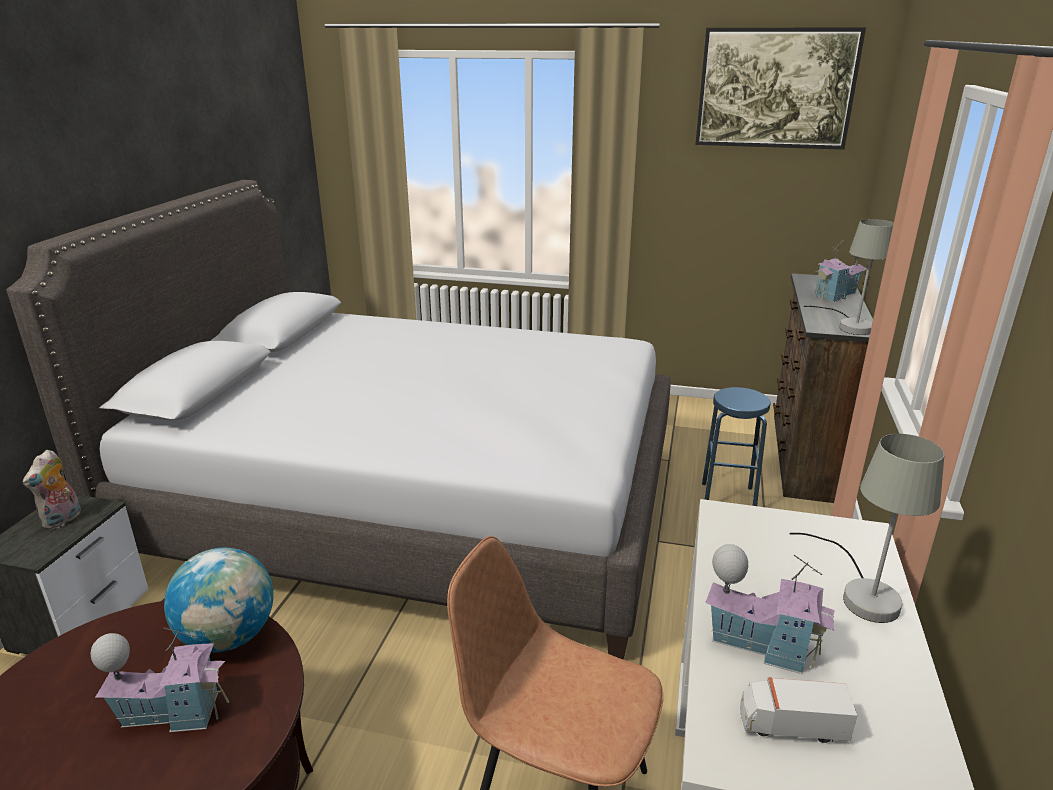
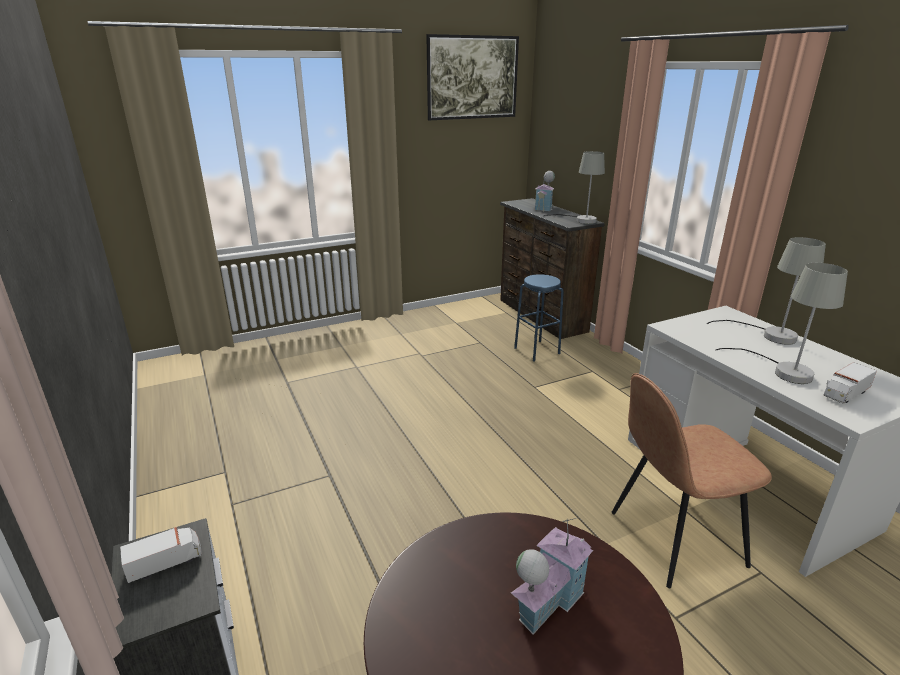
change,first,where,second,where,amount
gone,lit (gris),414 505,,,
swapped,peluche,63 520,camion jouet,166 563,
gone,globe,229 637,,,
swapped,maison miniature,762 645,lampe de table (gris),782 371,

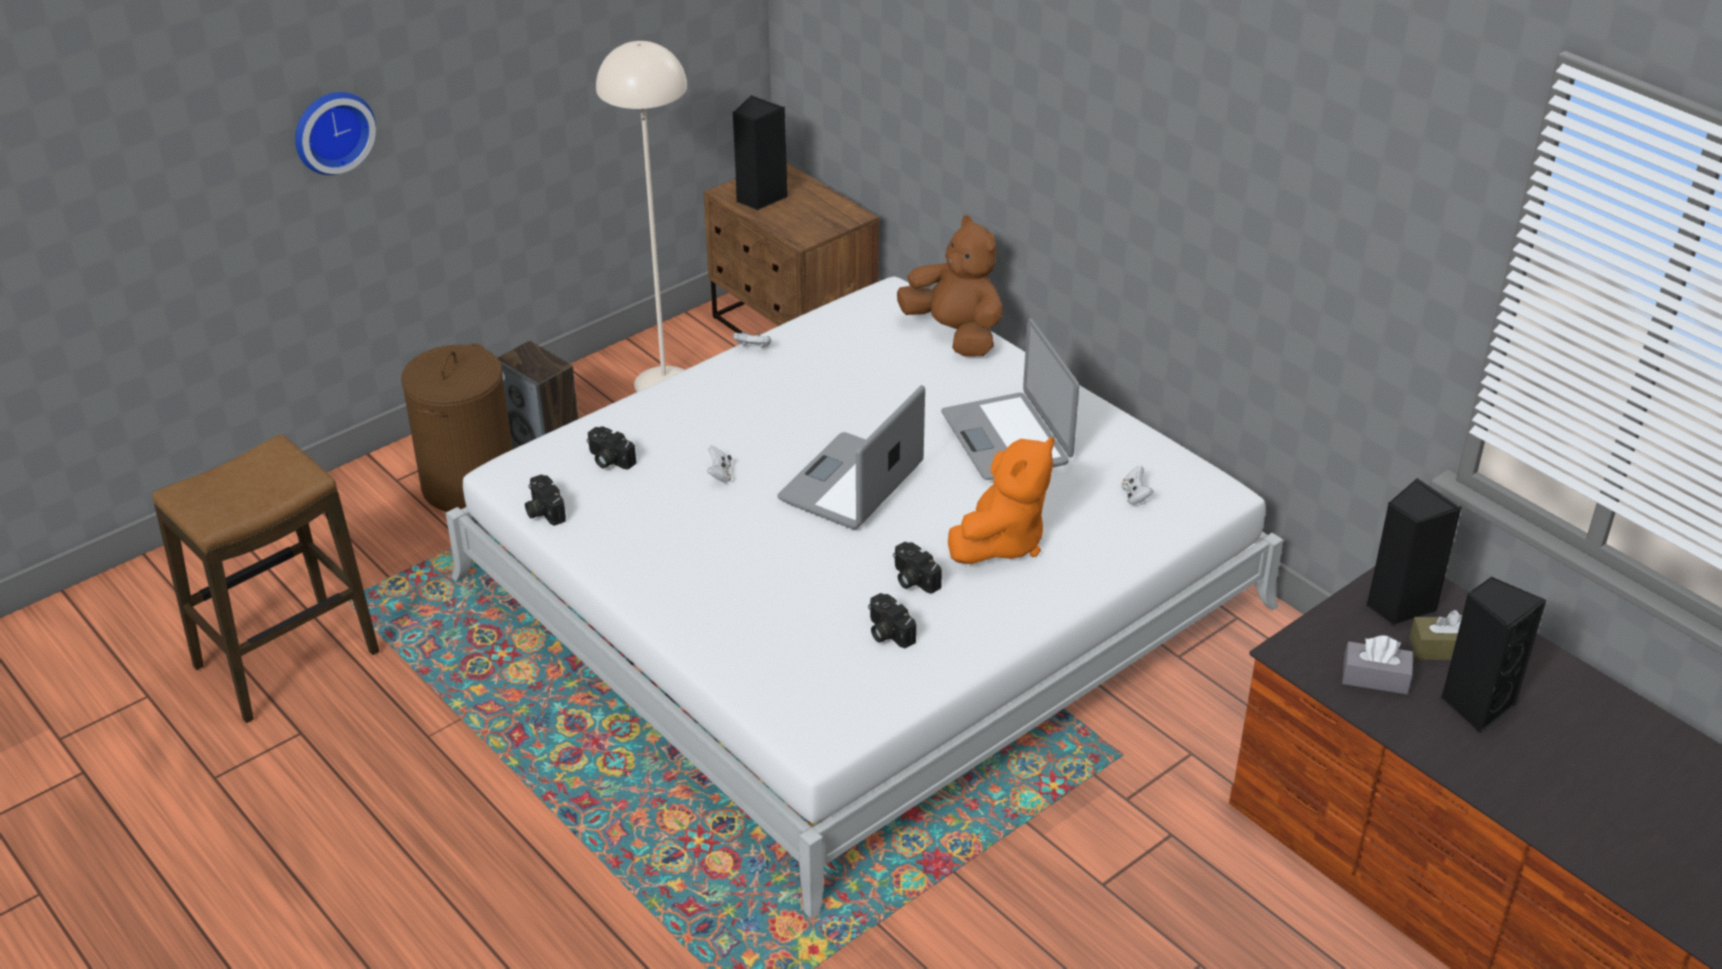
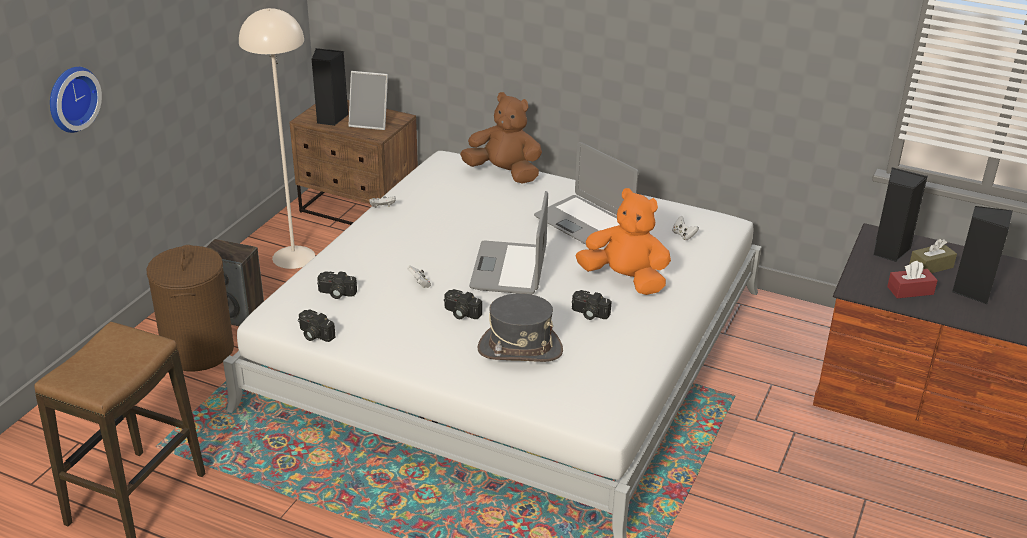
change,first,where,second,where,amount
shifted,appareil photo,887 632,,460 313,
rotated,peluche (orange),1001 542,,625 279,75 degrees counterclockwise
repainted,boîte à mouchoirs (gris),1375 678,boîte à mouchoirs (rouge),910 290,
new,,,cadre photo,370 123,
new,,,chapeau (gris),520 349,

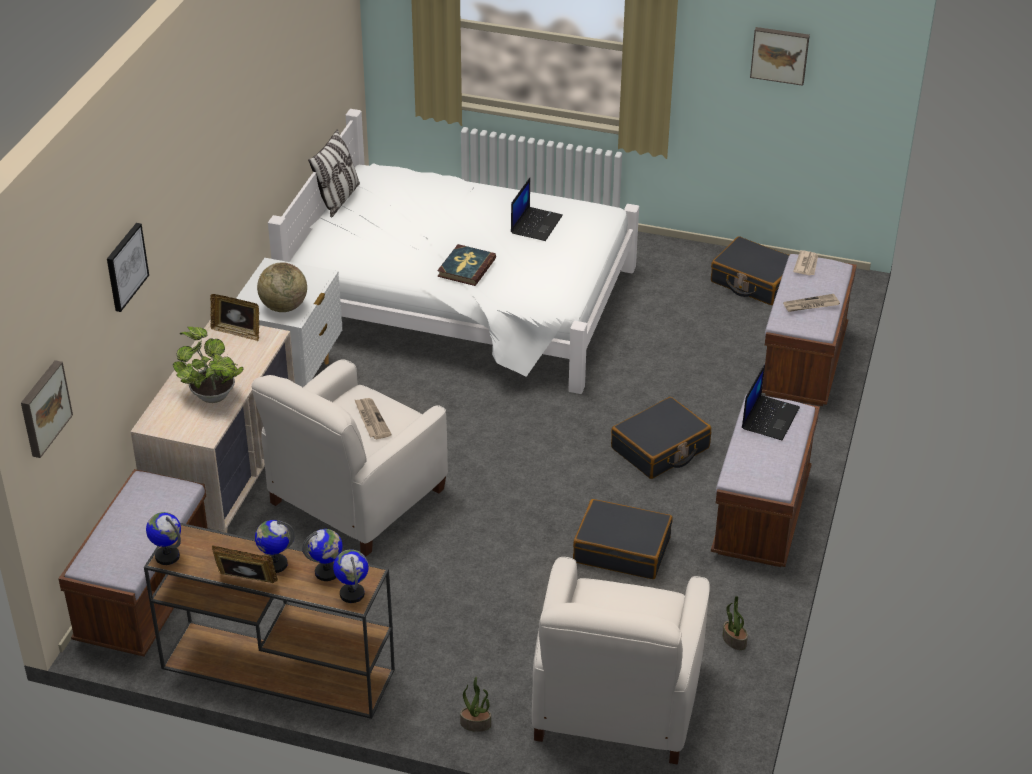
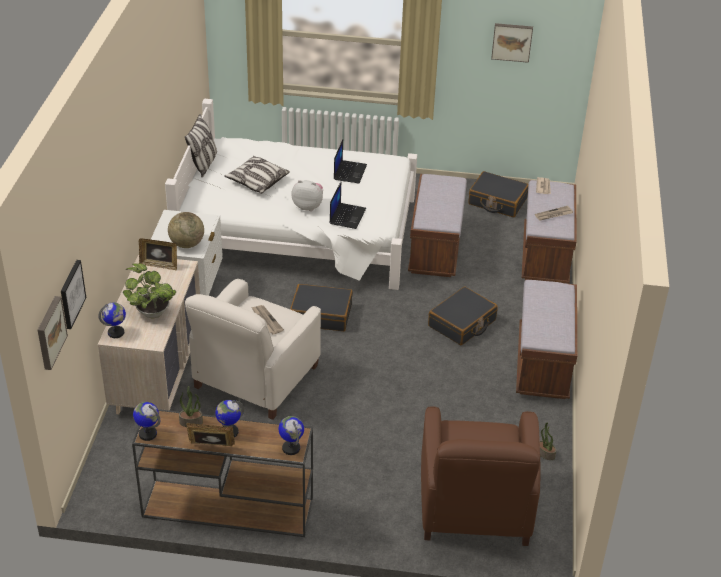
change,first,where,second,where,amount
shifted,banc (marron),145 598,,435 249,
shifted,tableau,125 266,,71 294,
shifted,globe,327 572,,116 333,
swapped,livre,466 267,peluche,308 206,
shifted,plante en pot,476 723,,191 422,
repainted,fauteuil (blanc),616 702,fauteuil (marron),475 506,
shifted,valise (noir),622 549,,321 315,
shifted,ordinateur portable,769 417,,347 216,
new,,,coussin,257 182,

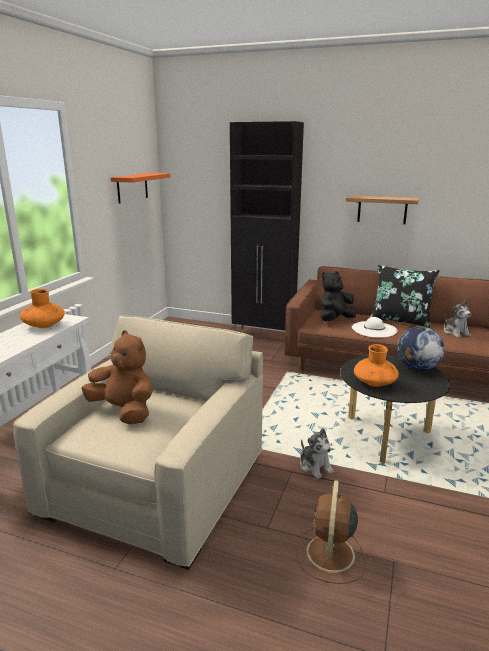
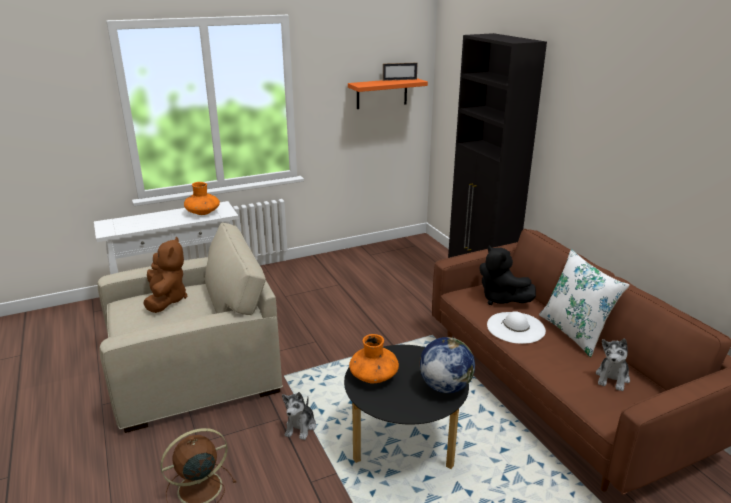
change,first,where,second,where,amount
rotated,peluche (noir),335 320,,500 299,135 degrees counterclockwise
gone,étagère,382 209,,,
repainted,coussin (noir),400 320,coussin (blanc),574 332,
new,,,cadre photo,399 79,

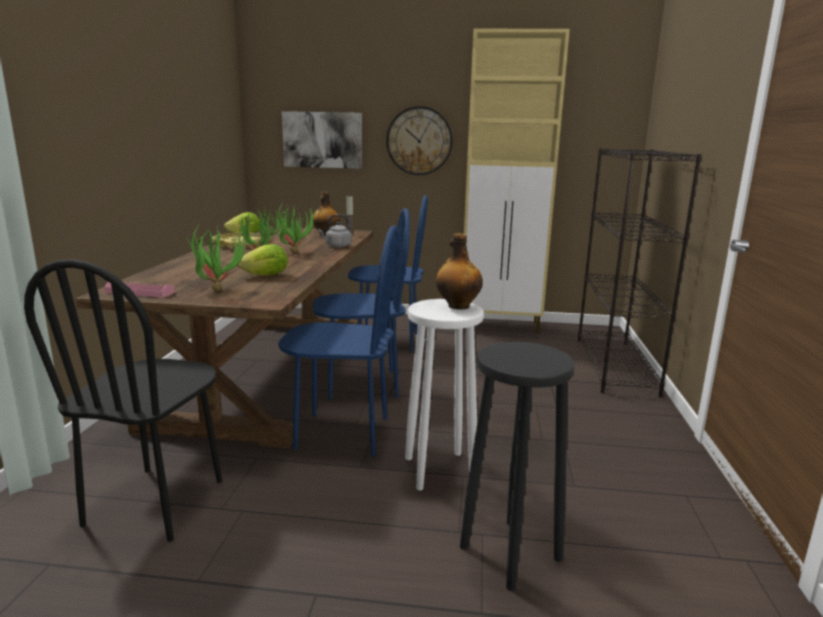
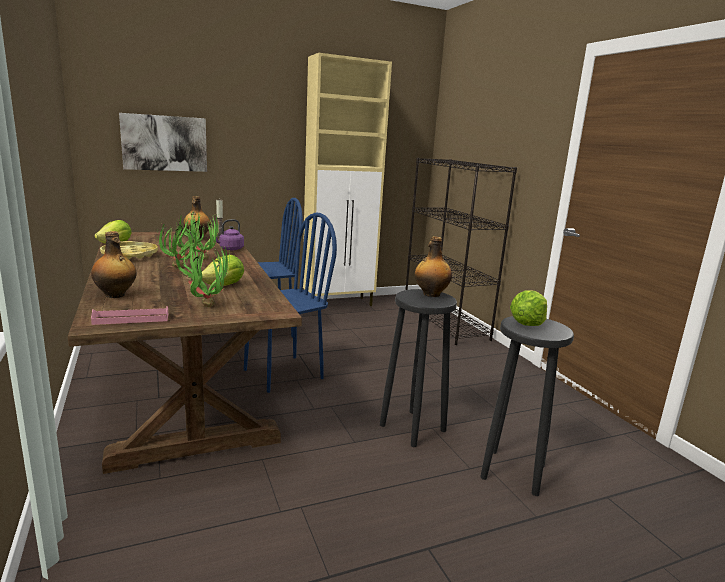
change,first,where,second,where,amount
gone,chaise (noir),156 502,,,
gone,chaise (bleu),342 433,,,
repainted,bouilloire (gris),336 246,bouilloire (violet),230 249,
gone,horloge murale,419 141,,,
repainted,tabouret (blanc),440 470,tabouret (noir),413 428,
new,,,bouteille,115 295,
new,,,laitue,527 323,

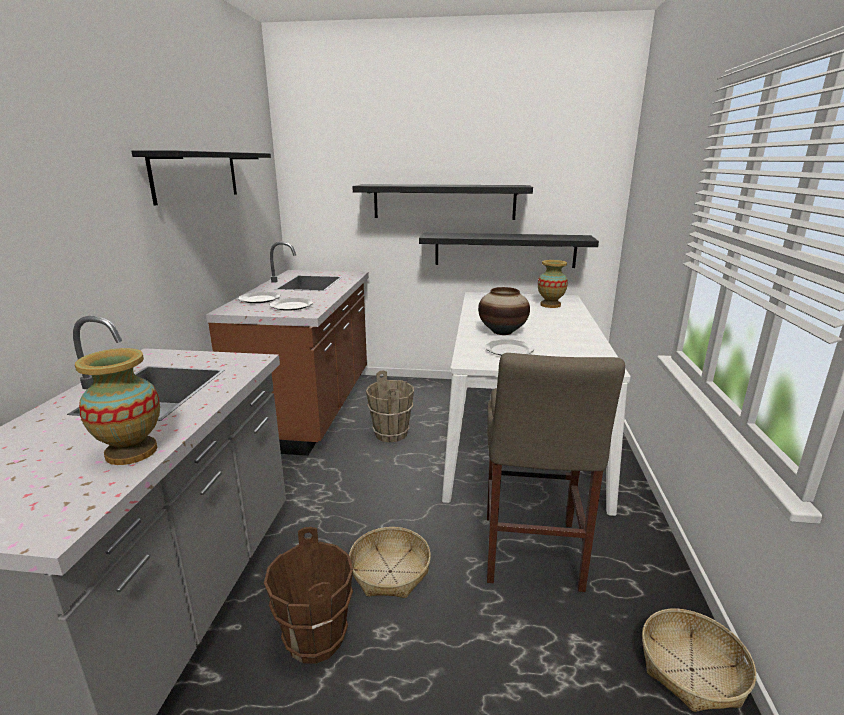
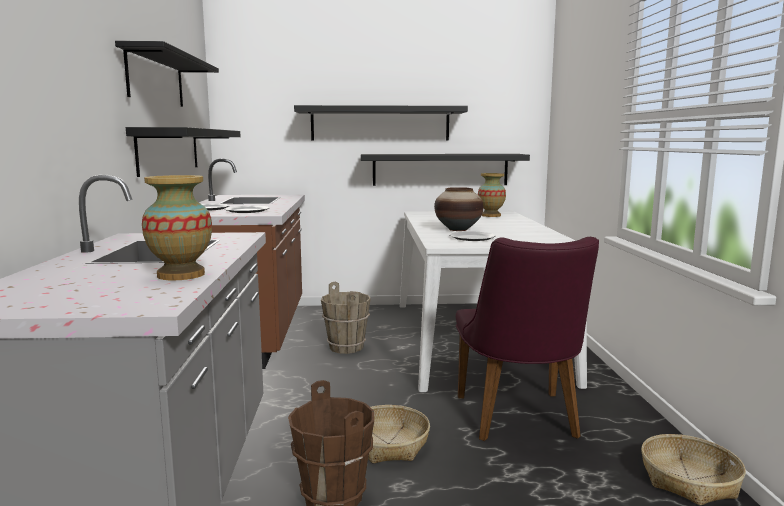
change,first,where,second,where,amount
swapped,tabouret (beige),531 555,chaise (violet),520 421,
new,,,étagère (noir),169 150,

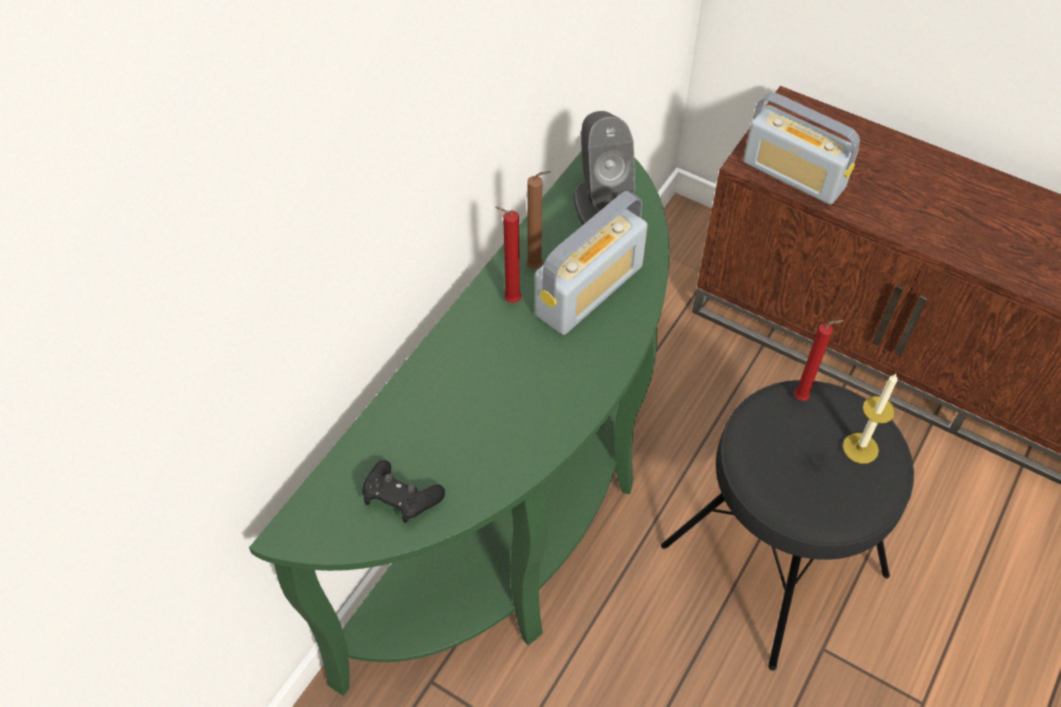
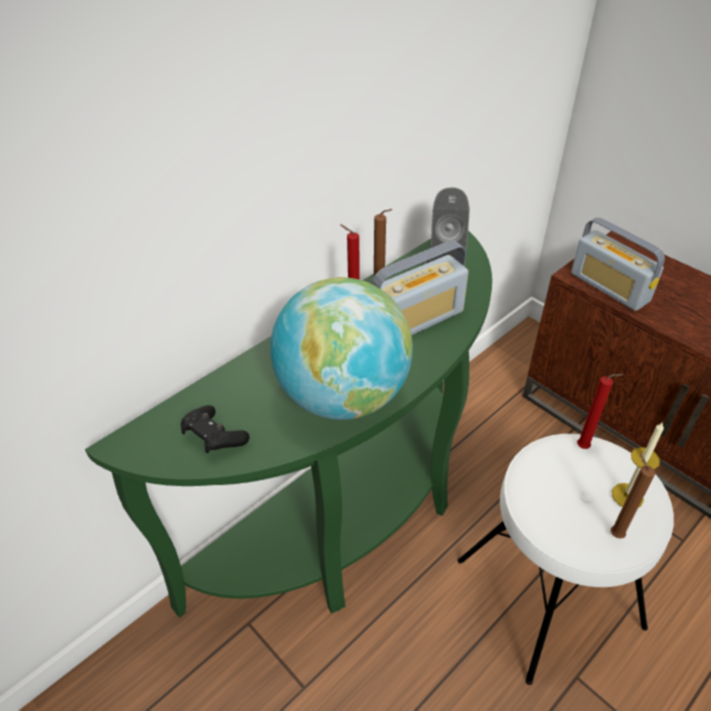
change,first,where,second,where,amount
repainted,tabouret (noir),773 560,tabouret (blanc),548 592,
new,,,globe,343 396,
new,,,bougie (marron),614 533,

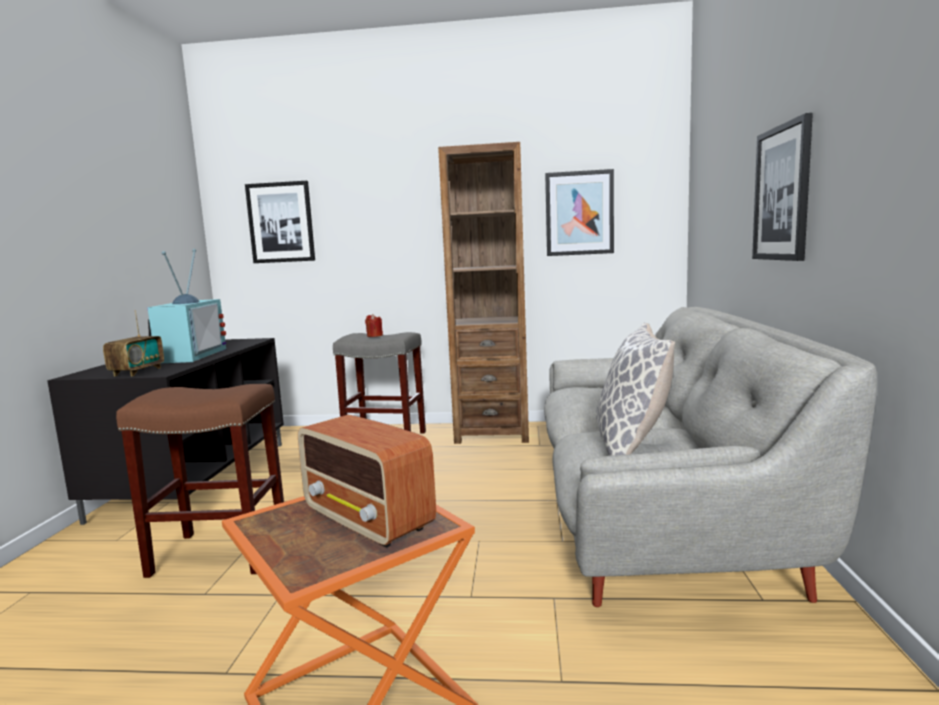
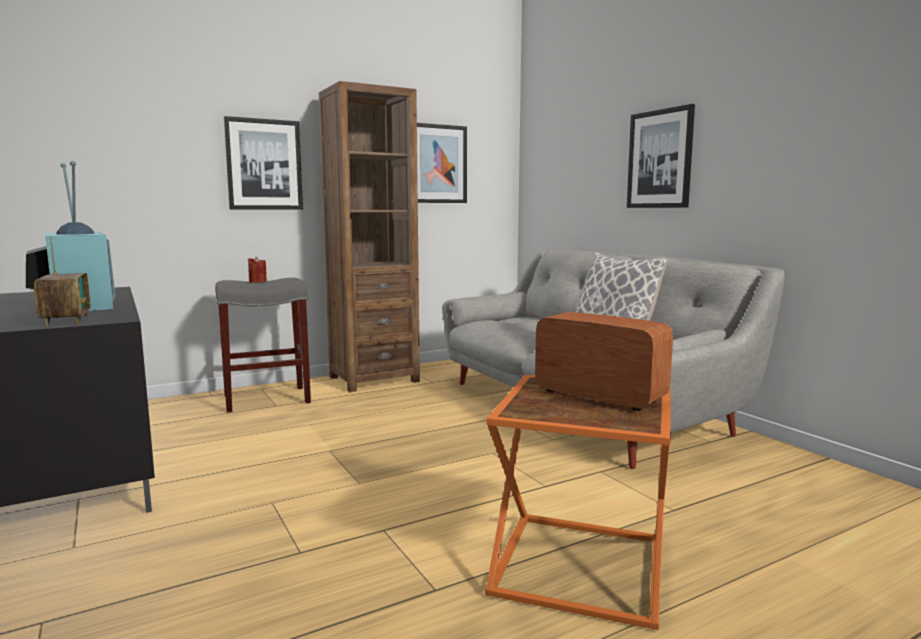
change,first,where,second,where,amount
gone,tabouret (marron),222 552,,,
shifted,tableau,281 222,,264 164,
rotated,radio,368 520,,598 396,150 degrees counterclockwise

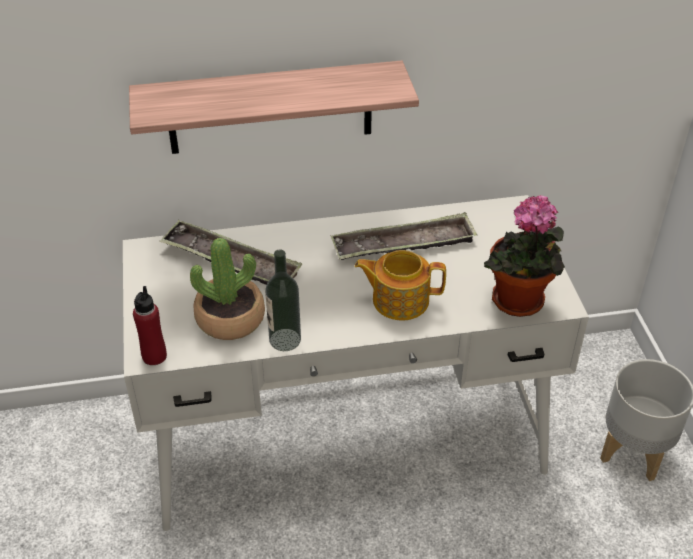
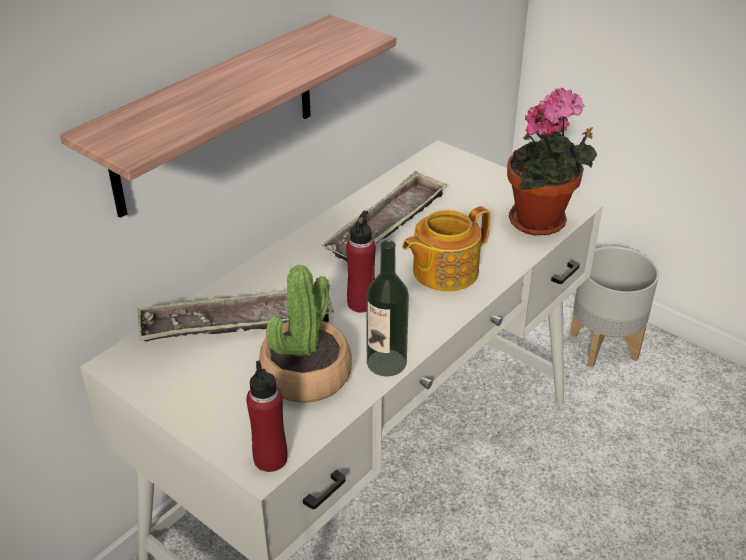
change,first,where,second,where,amount
new,,,bouteille (rouge),361 303,

